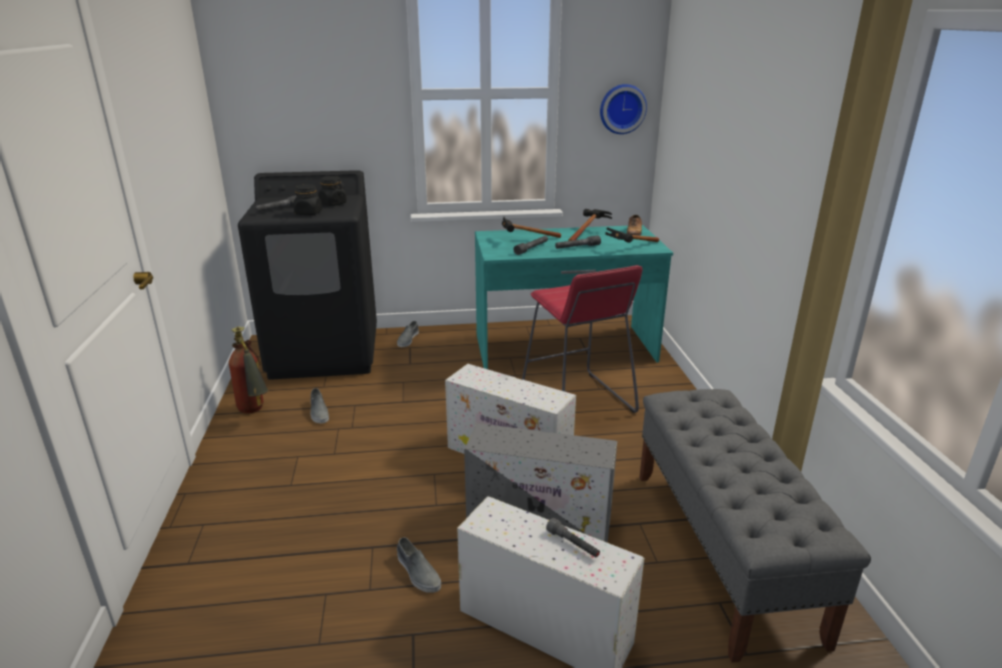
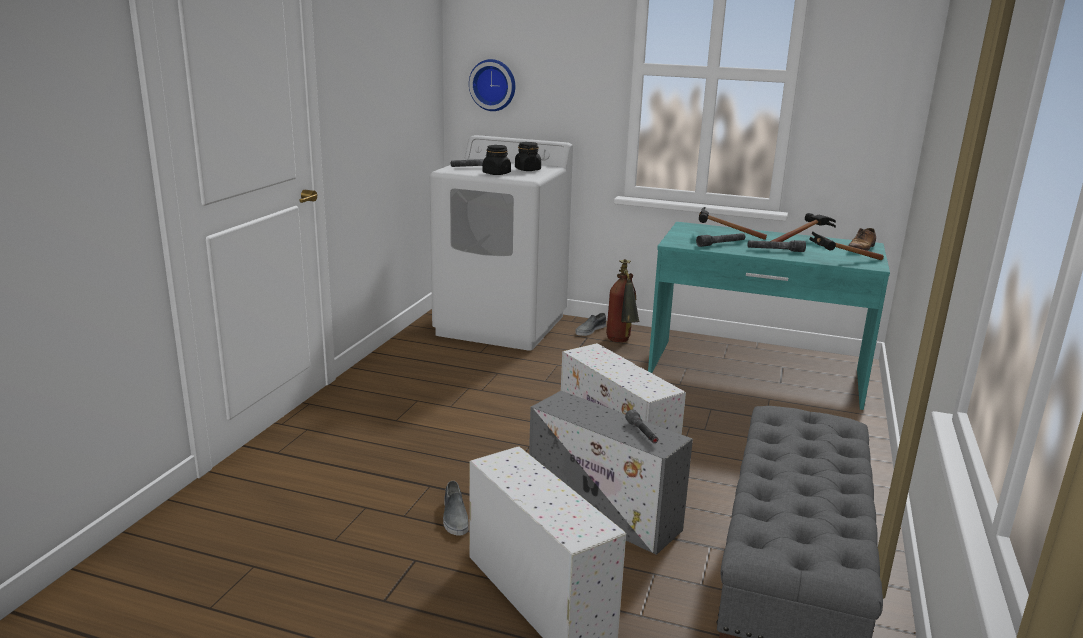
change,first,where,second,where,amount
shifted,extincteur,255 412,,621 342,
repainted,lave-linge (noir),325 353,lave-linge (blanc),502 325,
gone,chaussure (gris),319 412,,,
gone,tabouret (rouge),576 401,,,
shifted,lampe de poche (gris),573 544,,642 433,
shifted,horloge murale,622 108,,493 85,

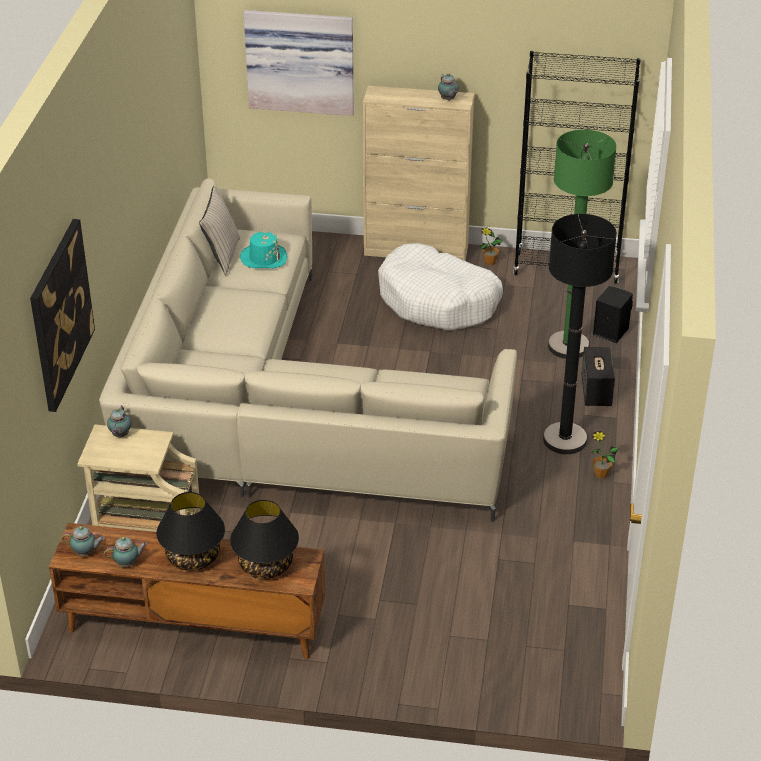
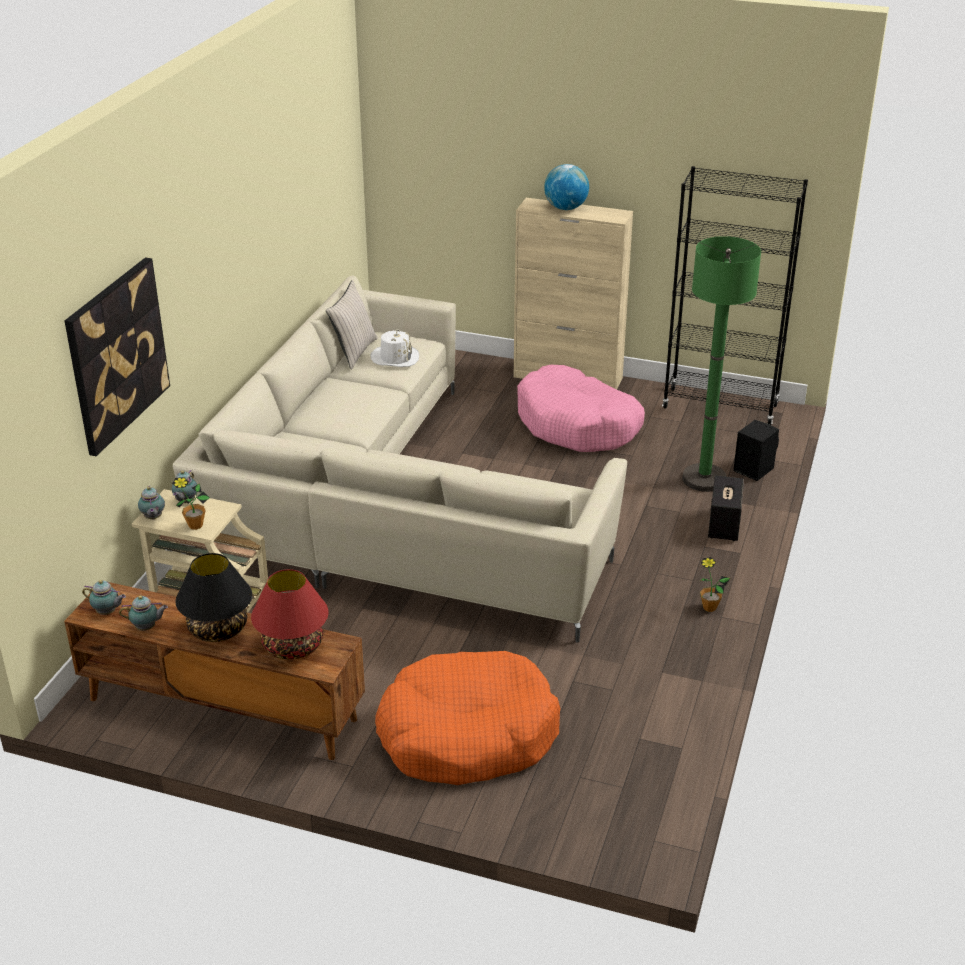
change,first,where,second,where,amount
repainted,lampe de table (noir),266 565,lampe de table (rouge),293 646,
repainted,chapeau (turquoise),263 258,chapeau (blanc),395 358,
gone,tableau,300 60,,,
repainted,panier pour chien (blanc),438 301,panier pour chien (rose),577 425,
shifted,théière,448 100,,153 518,
shifted,plante en pot,490 262,,195 525,
gone,lampadaire (noir),564 440,,,
new,,,panier pour chien (orange),467 735,
new,,,globe,565 208,

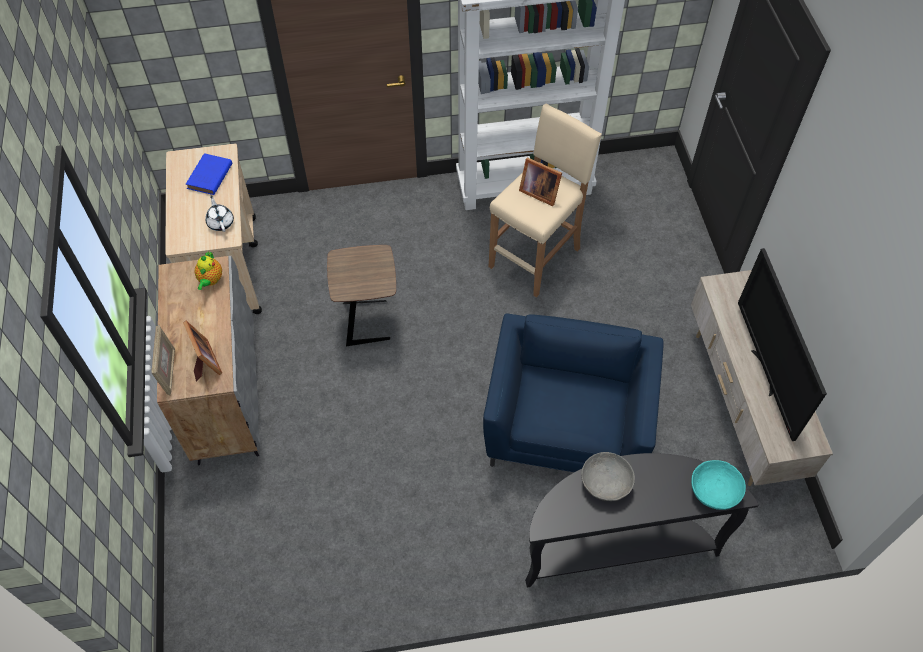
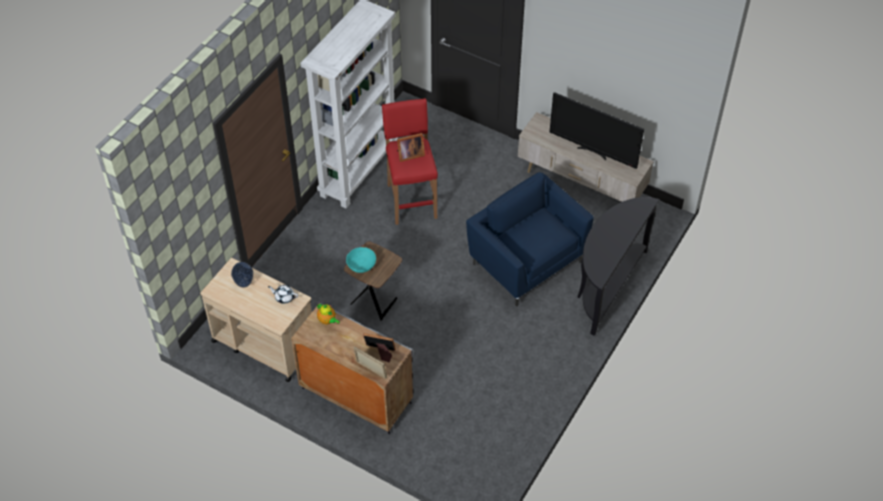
change,first,where,second,where,amount
swapped,livre (bleu),209 177,vase,244 284,
repainted,tabouret (beige),536 257,tabouret (rouge),411 200,
gone,bol (gris),605 482,,,
shifted,bol (turquoise),714 491,,361 265,

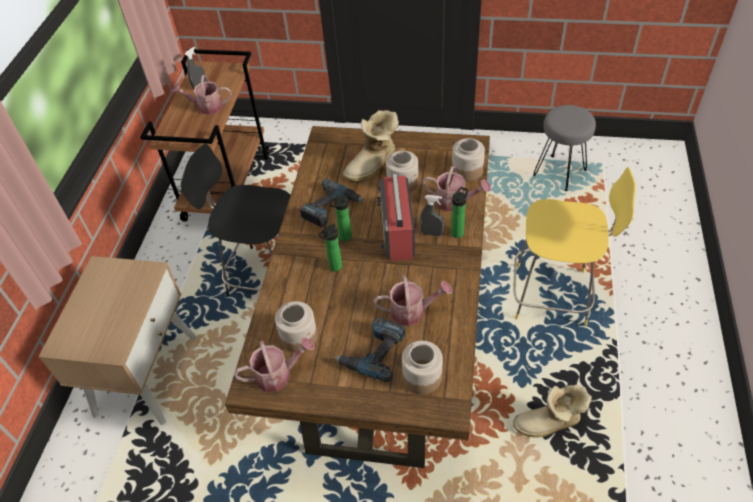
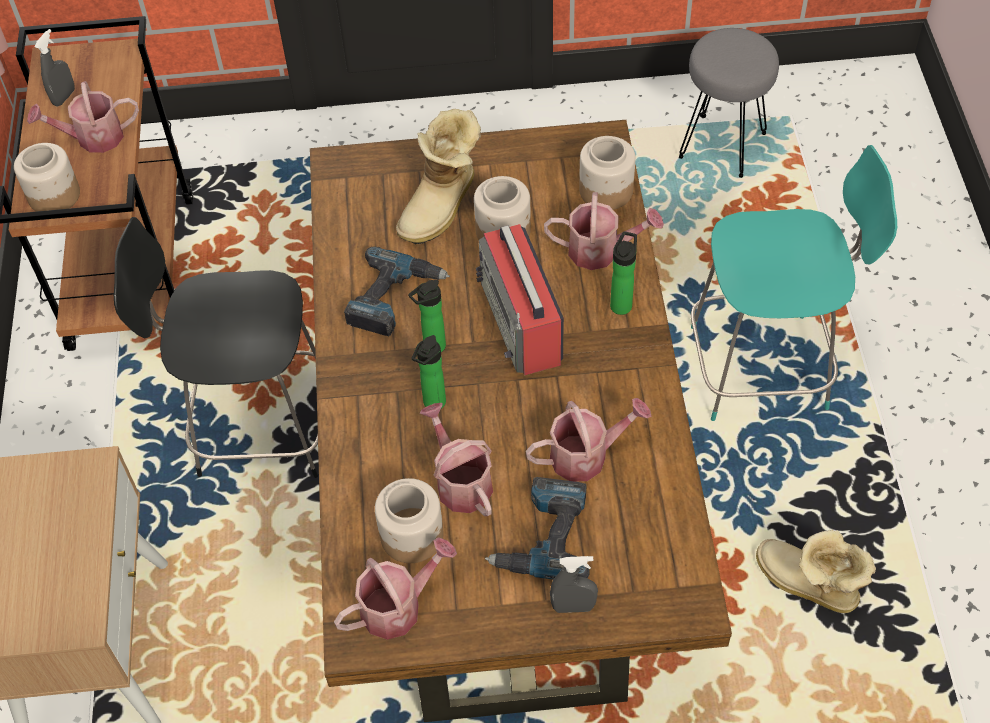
change,first,where,second,where,amount
shifted,bocal,421 377,,53 196,
shifted,vaporisateur (gris),432 233,,573 607,
repainted,tabouret (jaune),554 295,tabouret (turquoise),764 367,
rotated,botte,549 424,,807 586,60 degrees clockwise
new,,,arrosoir,460 481,

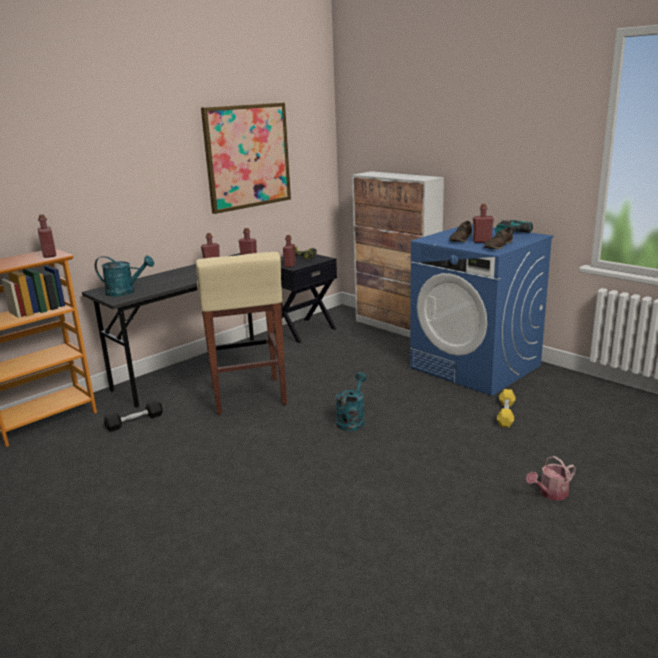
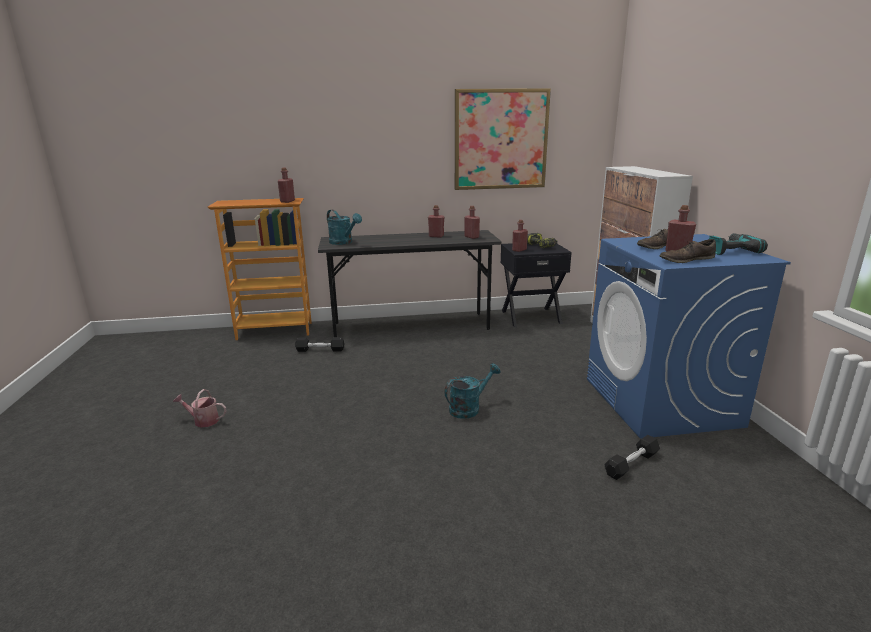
change,first,where,second,where,amount
gone,tabouret (beige),248 396,,,
repainted,haltère (jaune),506 414,haltère (noir),631 464,
shifted,arrosoir,550 493,,203 420,

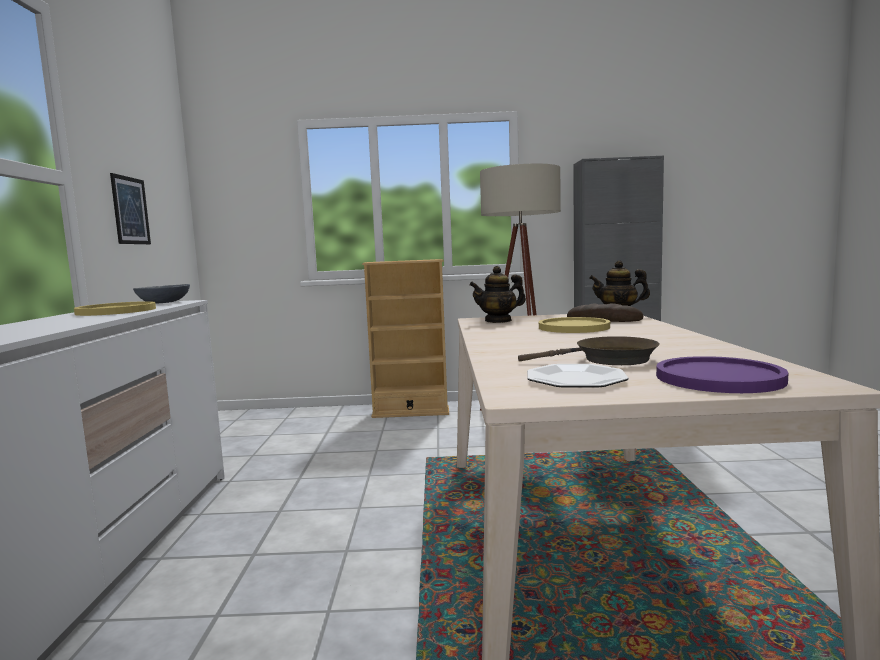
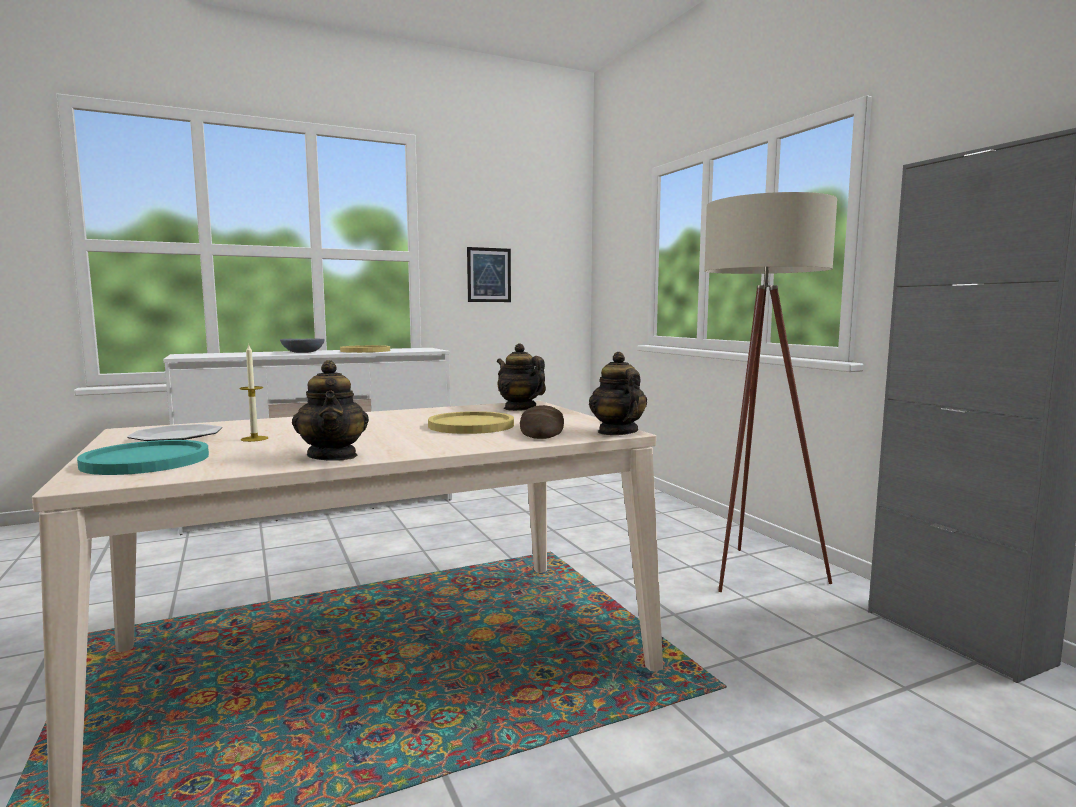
change,first,where,second,where,amount
shifted,bol (gris),163 303,,302 352,
gone,bibliothèque (beige),411 412,,,
swapped,poêle (marron),609 360,bougie,254 439,
repainted,assiette (violet),718 378,assiette (turquoise),146 460,
new,,,théière,333 456,

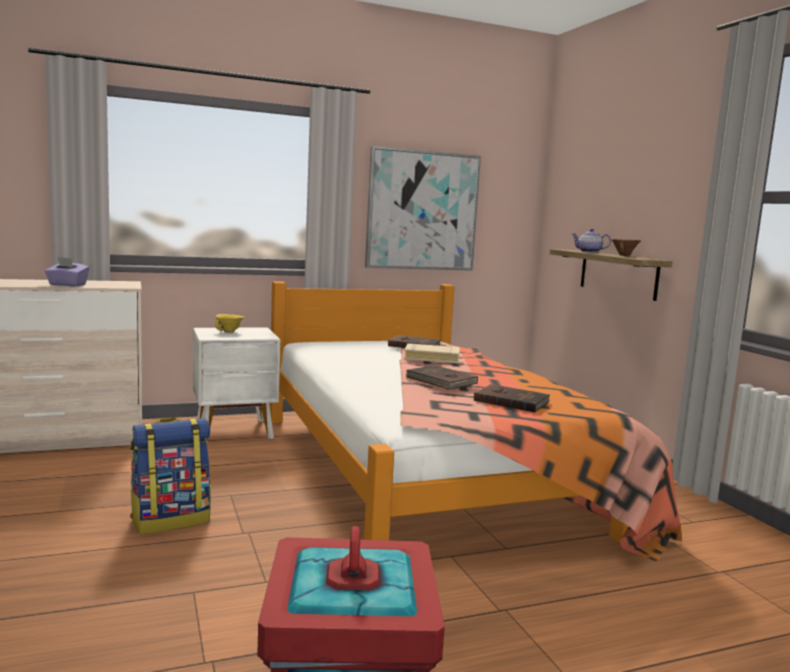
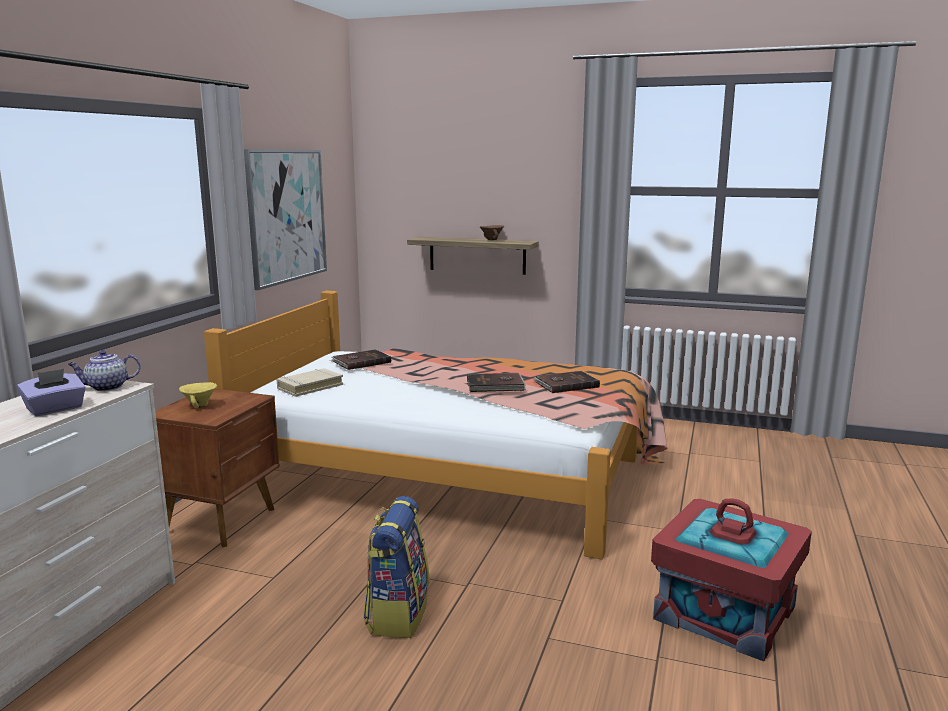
change,first,where,second,where,amount
repainted,table de chevet (blanc),235 431,table de chevet (marron),222 521,
shifted,livre (beige),432 358,,310 386,
shifted,théière,588 252,,106 387,

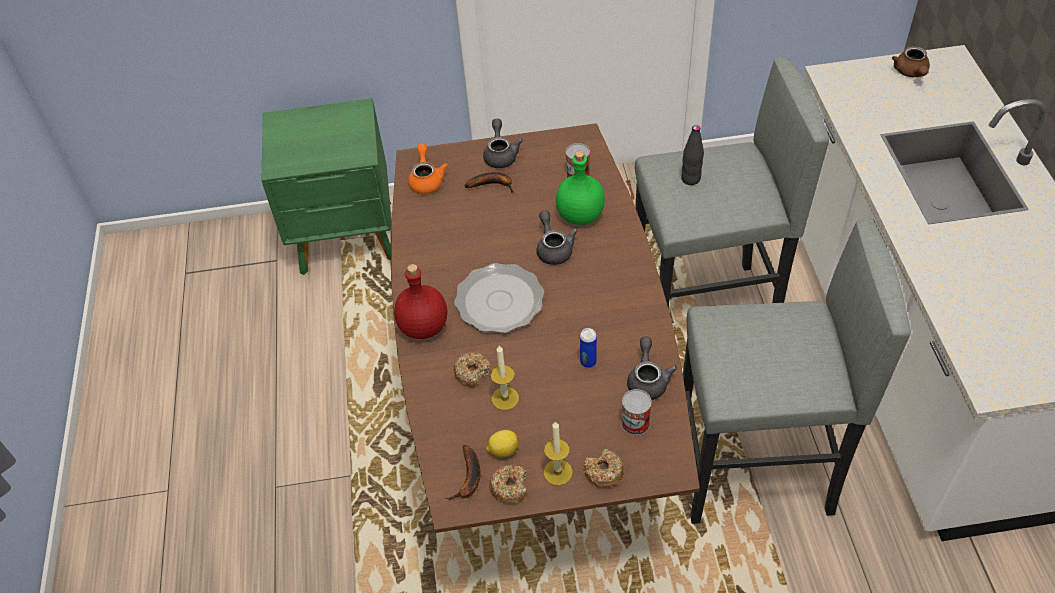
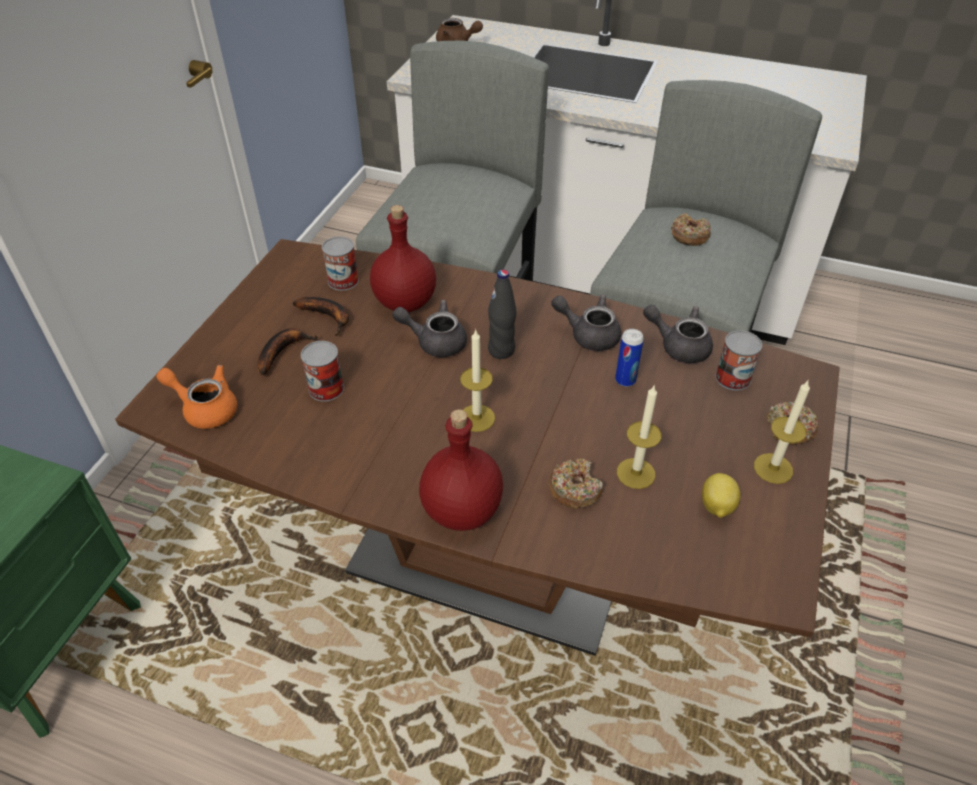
change,first,where,second,where,amount
shifted,banane,469 479,,328 317,
swapped,assiette,500 300,bougie,477 418,
shifted,théière (gris),501 154,,588 334,
shifted,beignet,510 487,,689 236,
repainted,bouteille (vert),580 216,bouteille (rouge),405 303,
shifted,bouteille (noir),690 179,,501 350,
new,,,boîte métallique,326 388,

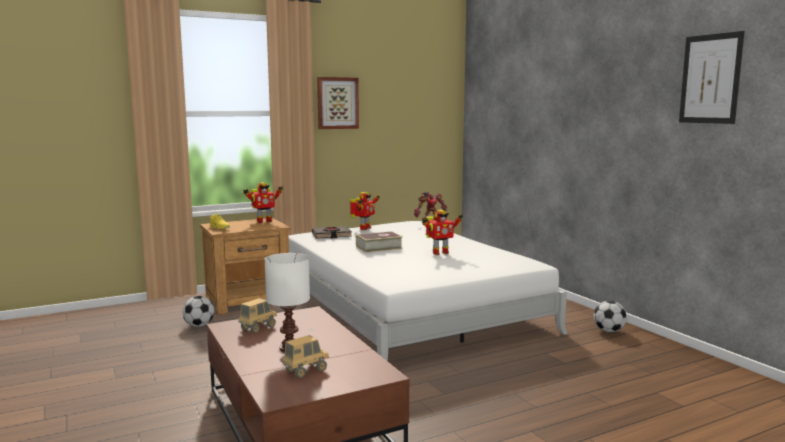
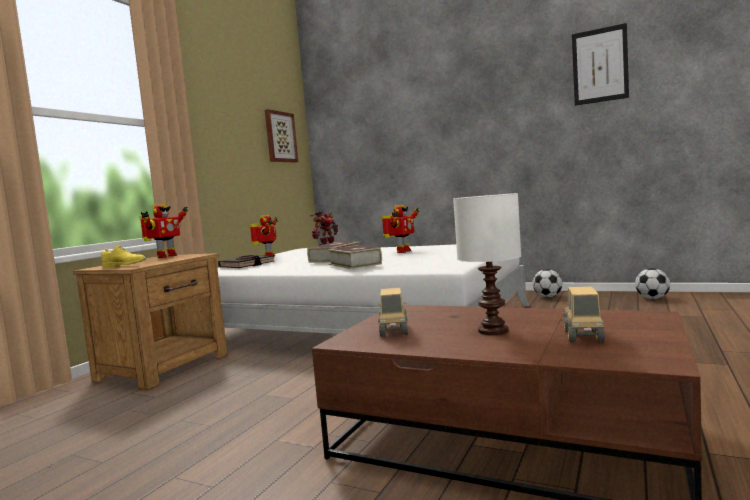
change,first,where,second,where,amount
shifted,ballon de foot,199 325,,652 298,
shifted,tableau,337 103,,280 137,
new,,,livre,355 264,

